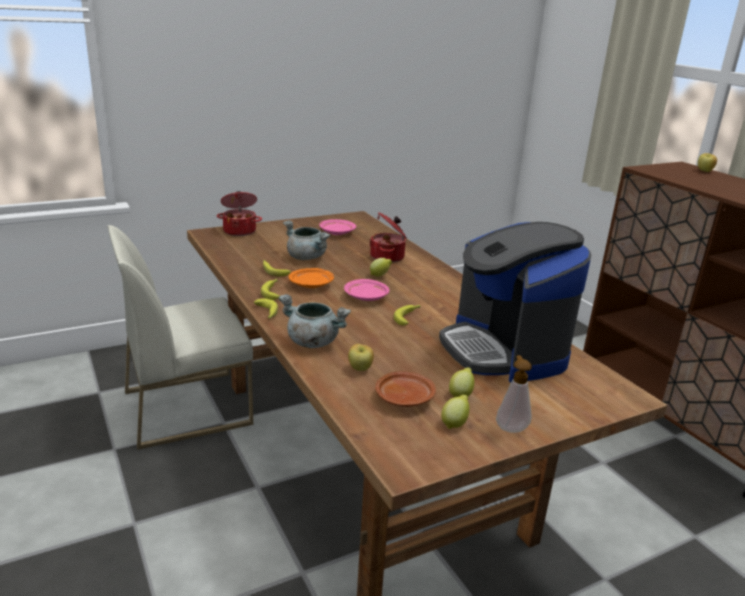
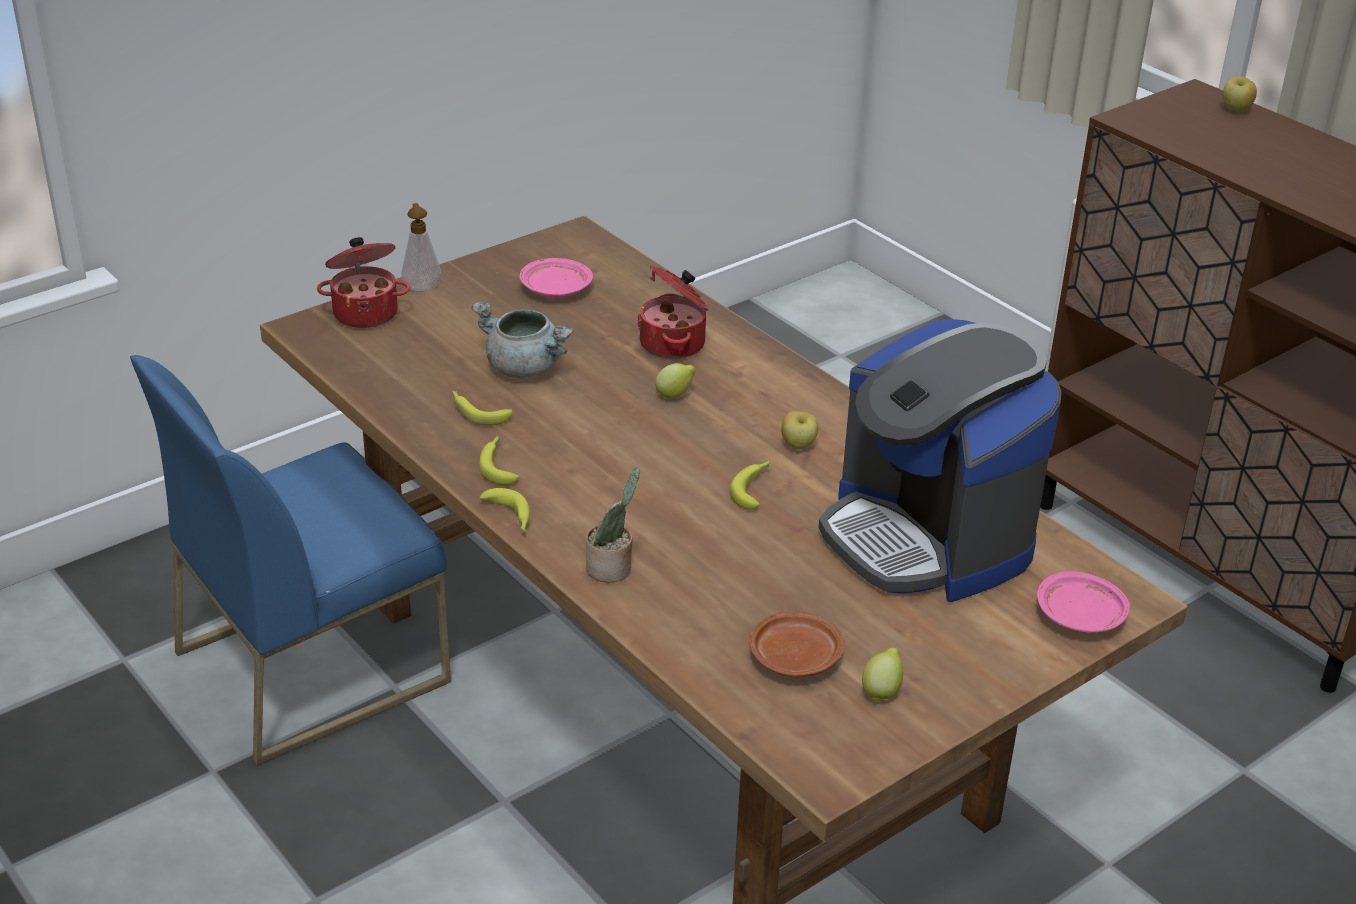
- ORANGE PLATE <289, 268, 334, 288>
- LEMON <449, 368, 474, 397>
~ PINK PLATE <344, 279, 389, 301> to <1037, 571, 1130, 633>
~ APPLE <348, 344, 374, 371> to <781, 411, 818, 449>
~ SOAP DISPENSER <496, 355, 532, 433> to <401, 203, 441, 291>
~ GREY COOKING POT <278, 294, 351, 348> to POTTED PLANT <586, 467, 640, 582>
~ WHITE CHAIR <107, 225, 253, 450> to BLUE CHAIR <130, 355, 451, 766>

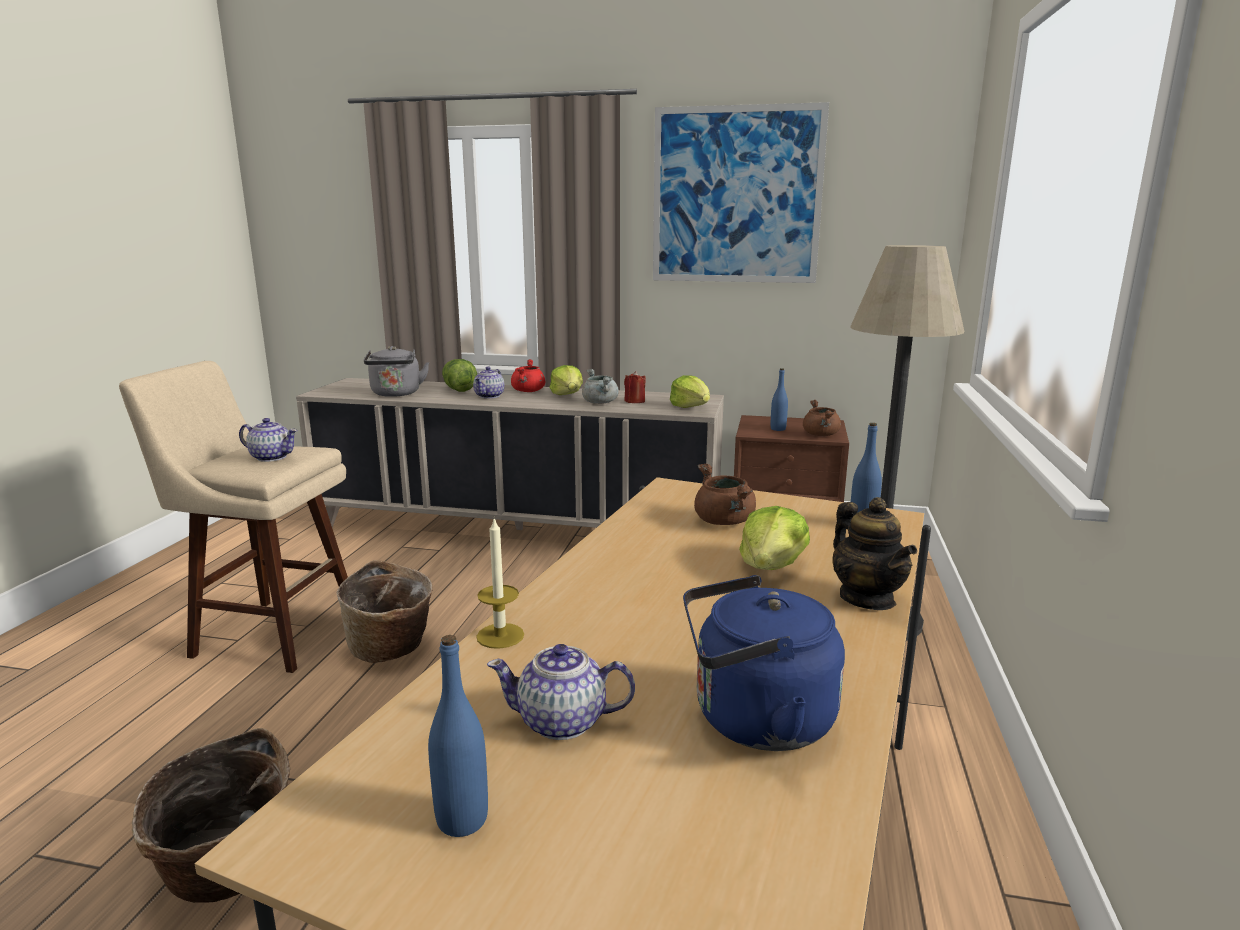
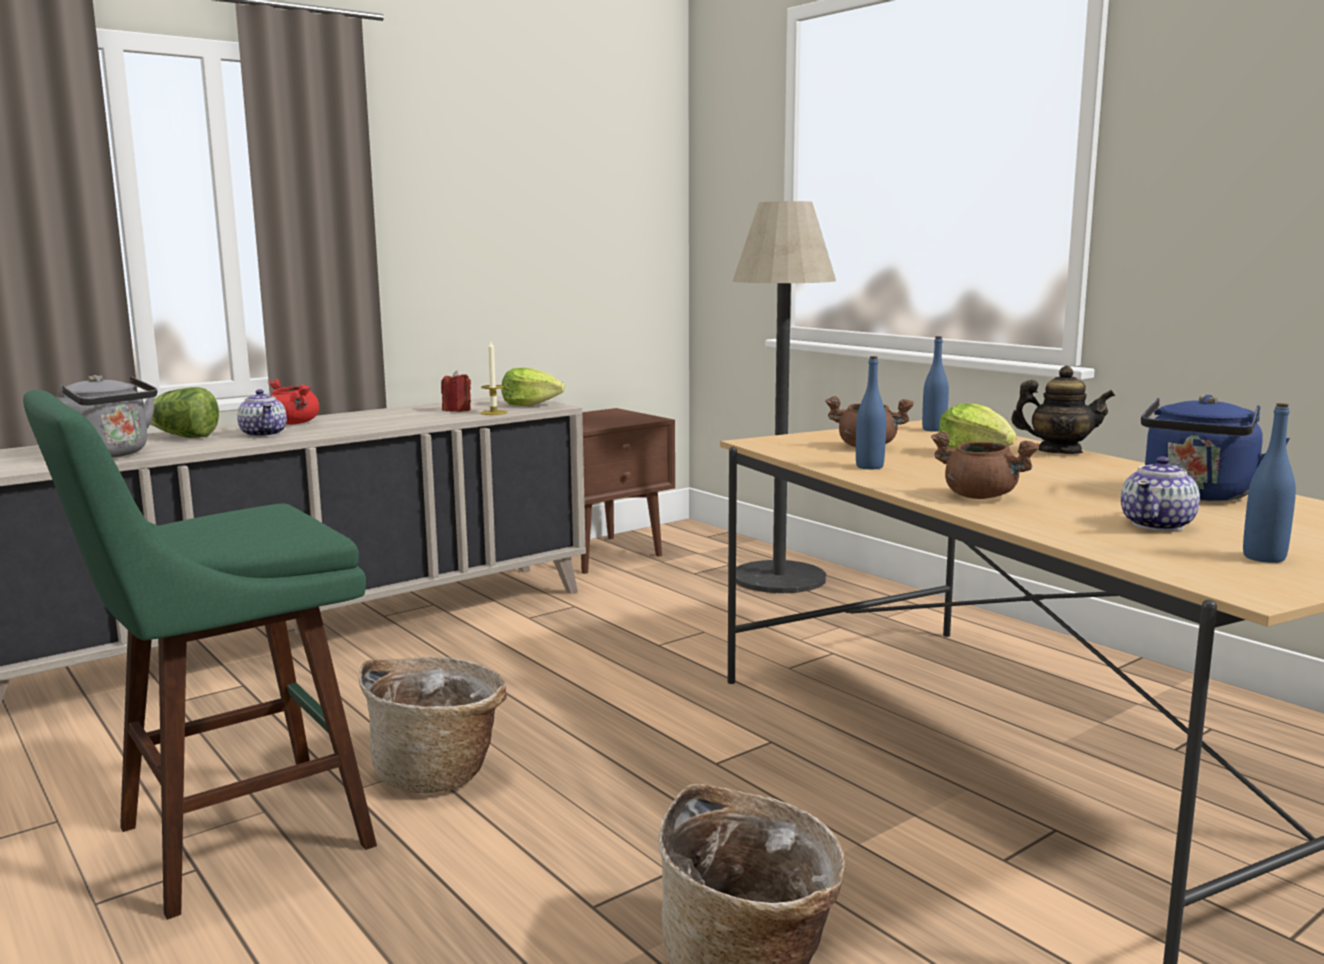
- TEAPOT <239, 418, 298, 462>
- LETTUCE <550, 365, 583, 395>
- GREY COOKING POT <582, 369, 619, 404>
- PICTURE <653, 102, 829, 283>
~ CANDLE <476, 518, 524, 649> to <480, 341, 508, 415>
~ BLUE BOTTLE <771, 368, 788, 431> to <856, 356, 886, 469>
~ BROWN COOKING POT <803, 400, 841, 436> to <931, 431, 1040, 499>
~ BEIGE STOOL <119, 361, 348, 673> to GREEN STOOL <23, 390, 377, 920>

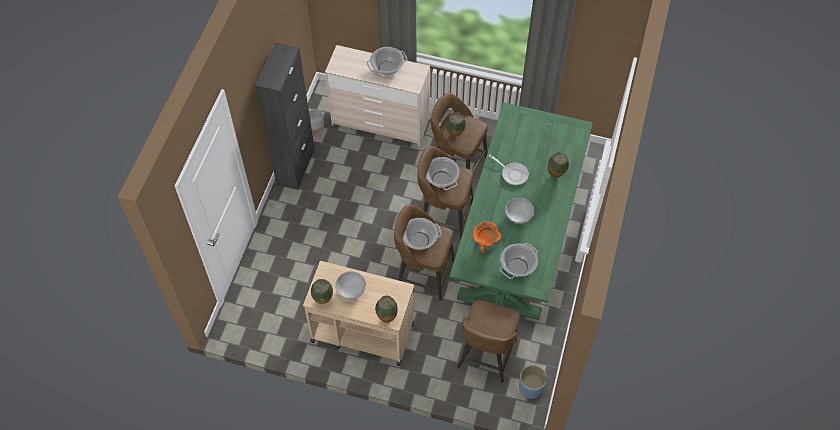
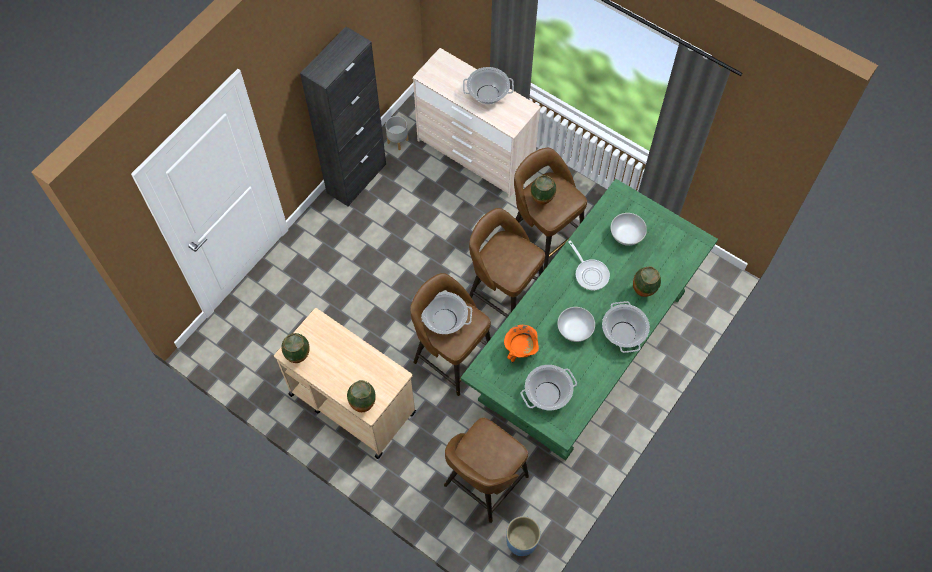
~ WHITE BOWL <335, 271, 366, 300> to <611, 213, 647, 246>
~ COOKING POT <426, 157, 460, 190> to <602, 301, 650, 353>

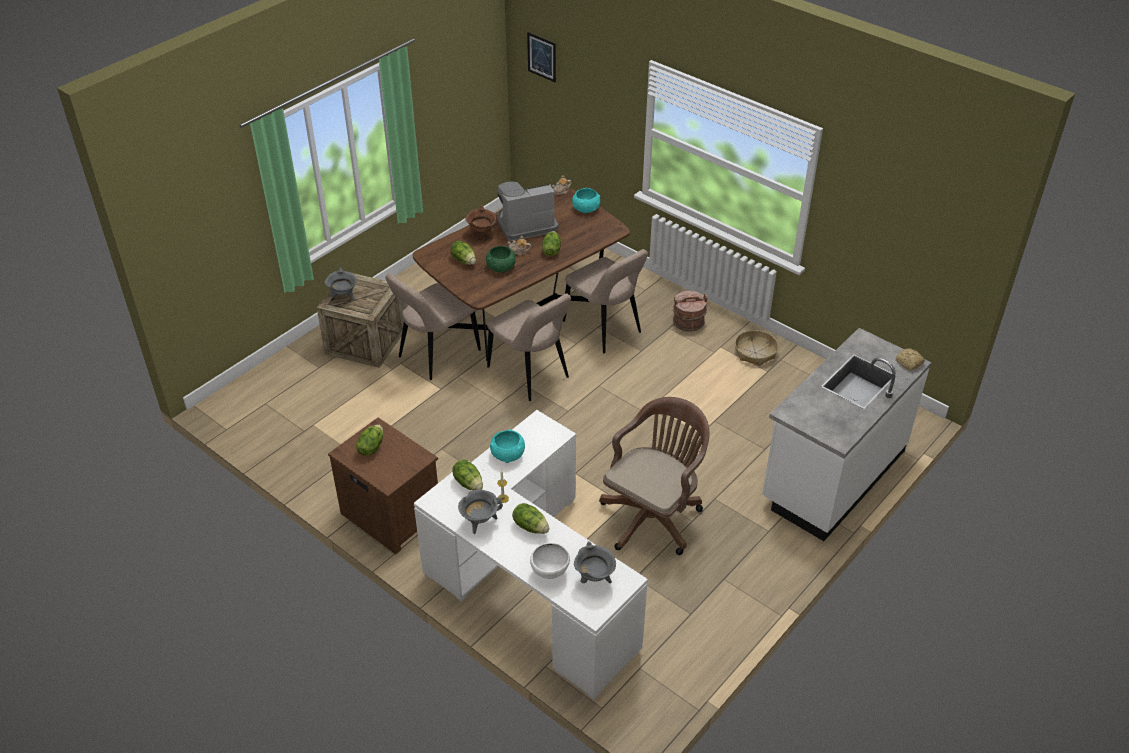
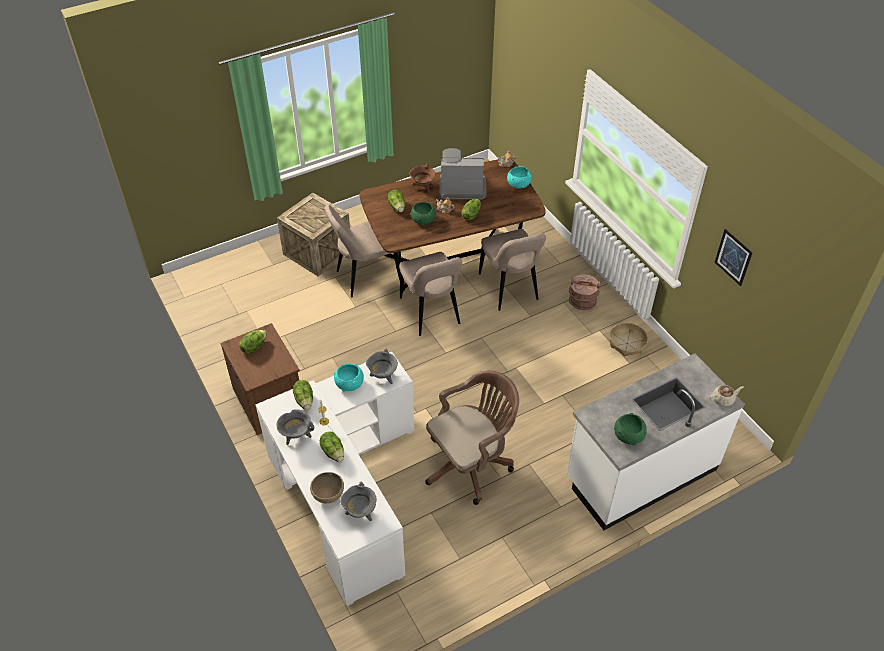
+ GREEN BOWL <614, 413, 647, 445>
~ GREY COOKING POT <325, 267, 357, 300> to <366, 349, 398, 384>
~ PICTURE <527, 32, 556, 82> to <715, 229, 753, 286>
~ BREAD <896, 348, 925, 371> to BEIGE TEAPOT <709, 385, 743, 406>
~ WHITE BOWL <530, 543, 570, 579> to BROWN BOWL <310, 472, 344, 503>

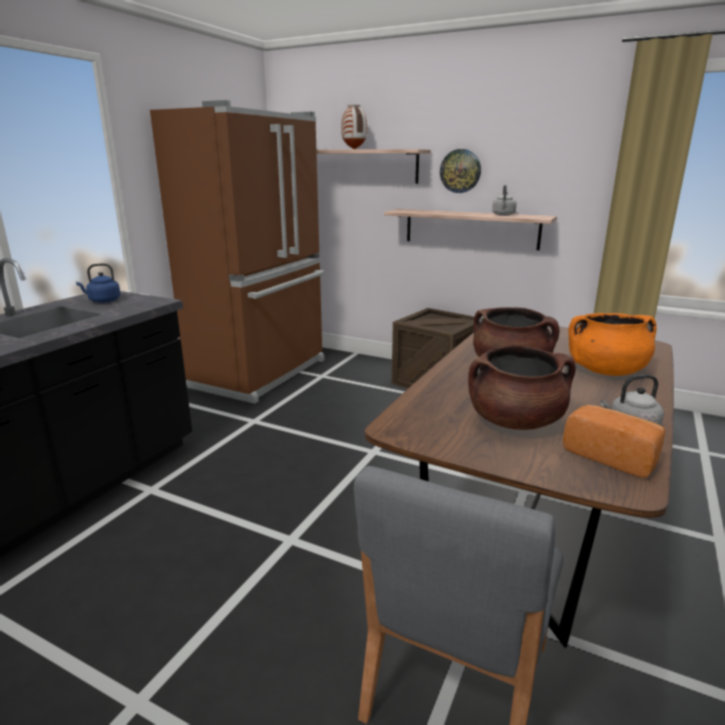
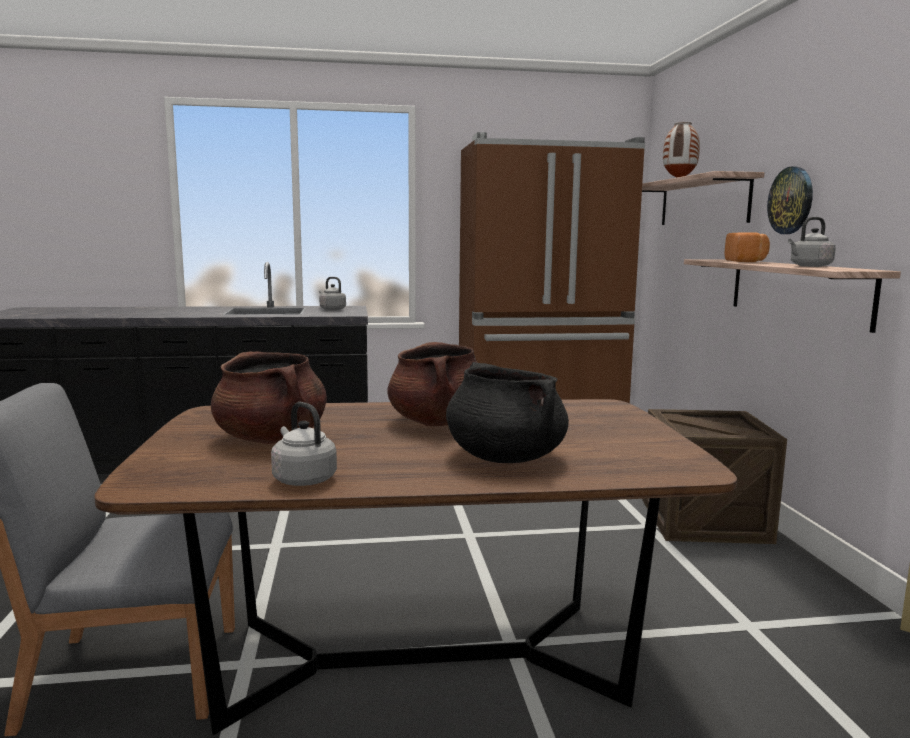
~ BREAD <563, 405, 666, 478> to <725, 232, 770, 262>
~ BLUE KETTLE <76, 263, 121, 303> to GREY KETTLE <319, 277, 346, 310>
~ ORANGE COOKING POT <568, 313, 657, 376> to BLACK COOKING POT <446, 362, 569, 463>

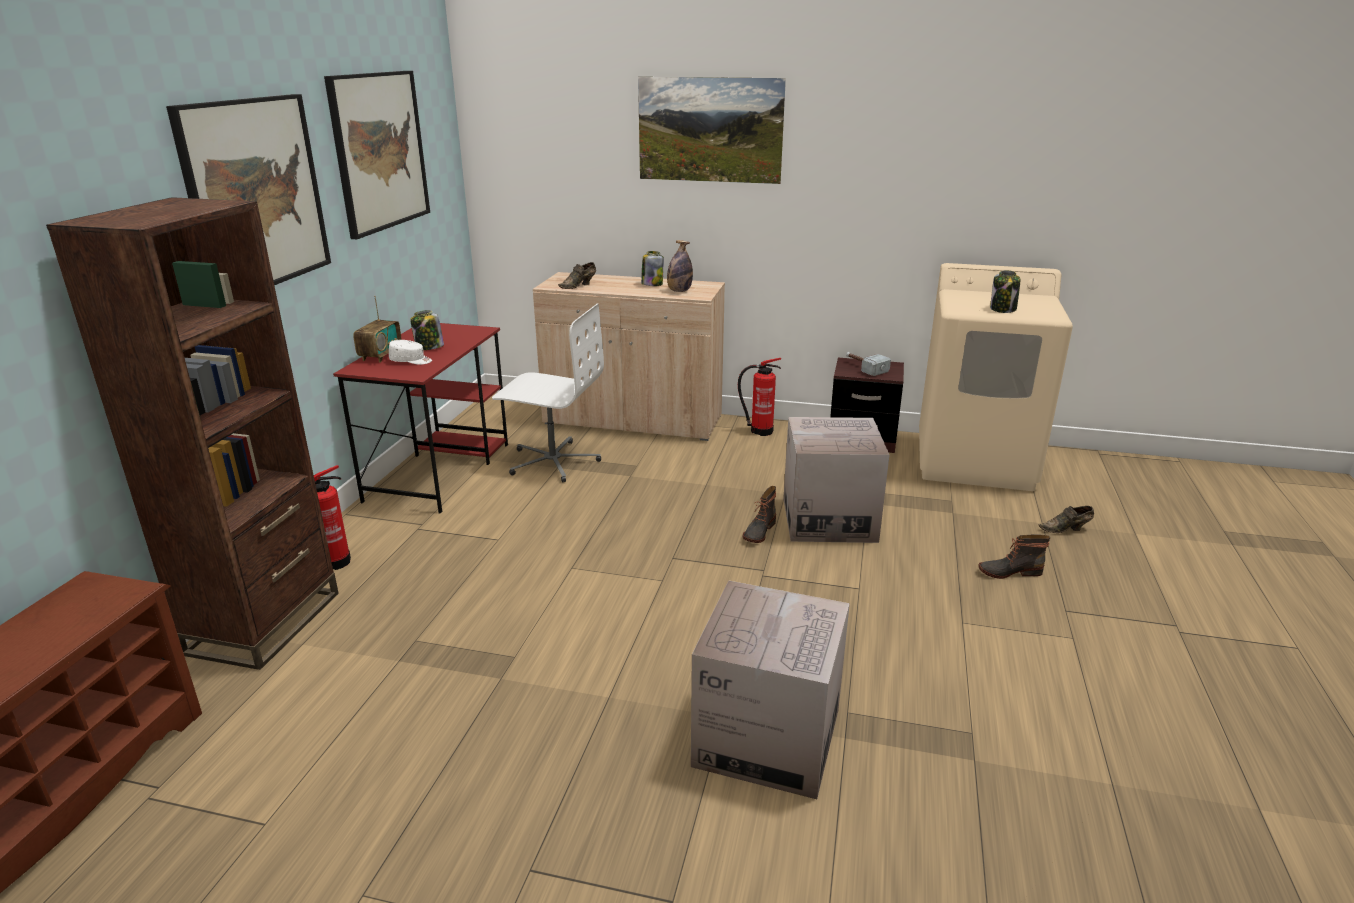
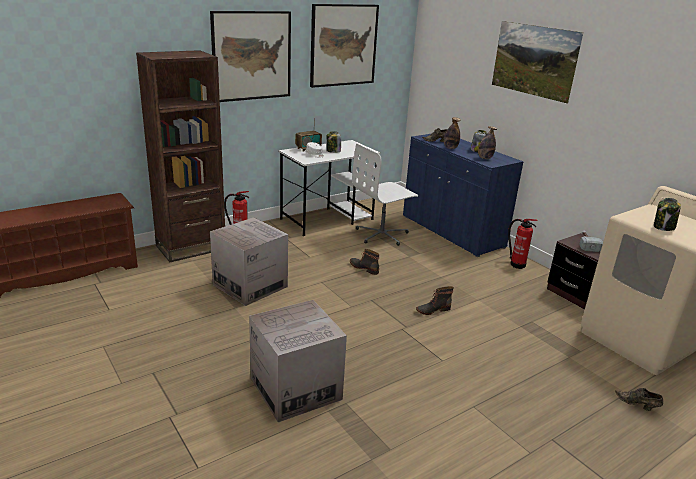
+ BOTTLE <444, 117, 461, 149>
~ CARDBOARD BOX <783, 417, 889, 543> to <210, 217, 288, 306>
~ BOOT <978, 535, 1050, 579> to <350, 249, 379, 275>
~ RED DESK <333, 323, 508, 514> to WHITE DESK <279, 140, 380, 236>
~ BEIGE CABINET <533, 272, 725, 441> to BLUE CABINET <403, 134, 524, 257>
~ WHITE OFFICE CHAIR <492, 304, 604, 482> = <352, 144, 418, 246> 90 degrees clockwise

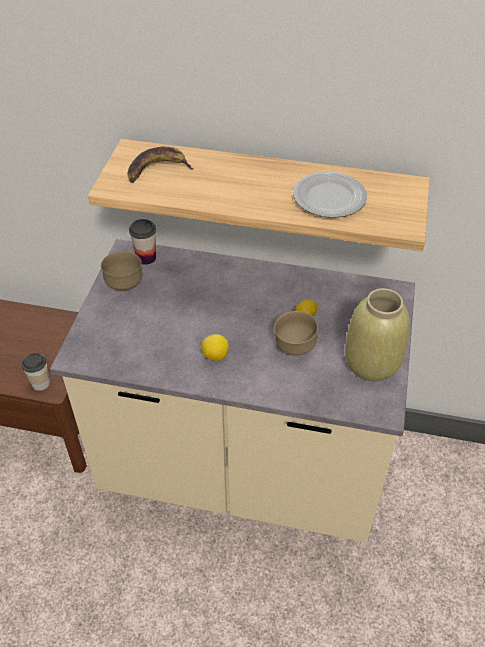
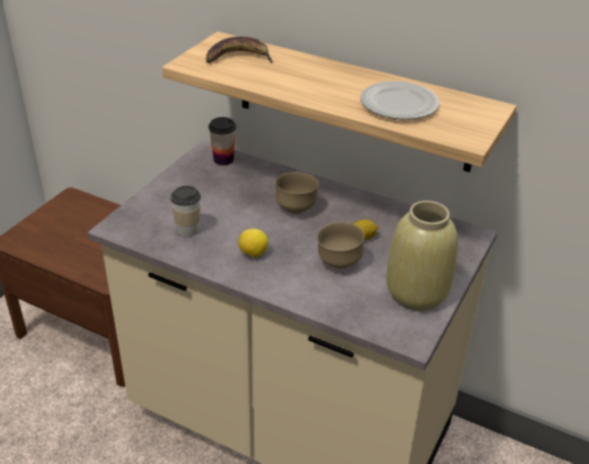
~ CUP <22, 353, 50, 391> to <171, 186, 201, 237>
~ BROWN BOWL <101, 251, 142, 291> to <275, 172, 319, 214>

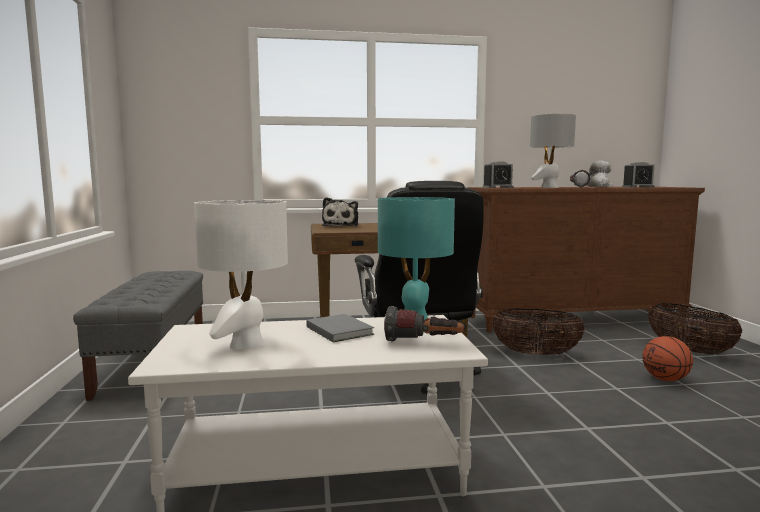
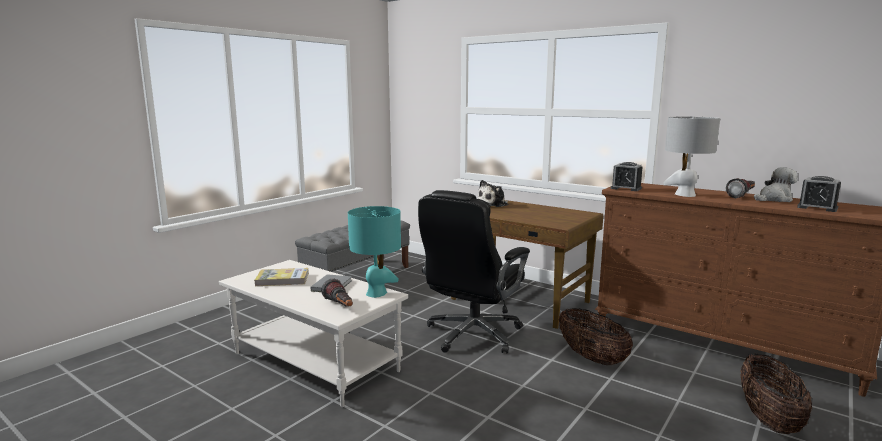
- BASKETBALL <642, 336, 693, 381>
~ WHITE TABLE LAMP <194, 200, 288, 349> to BOOK <255, 268, 309, 286>

